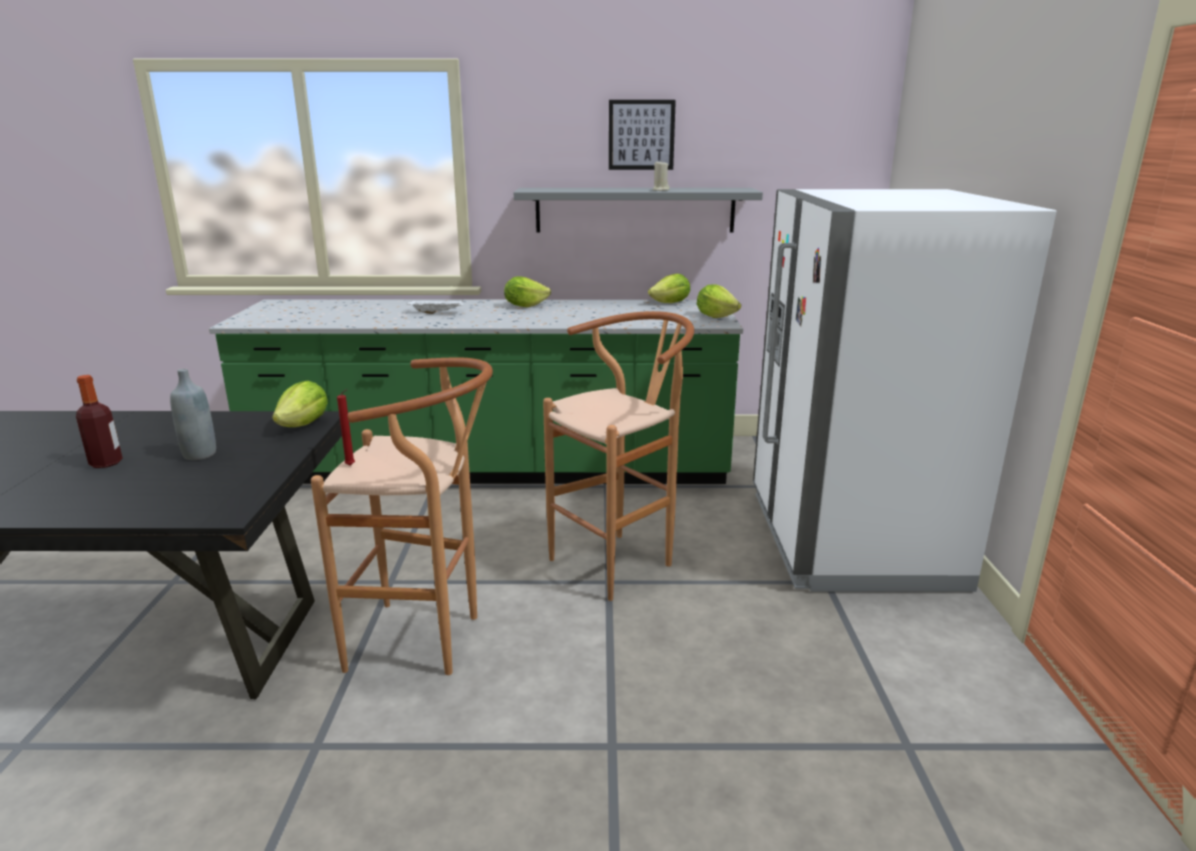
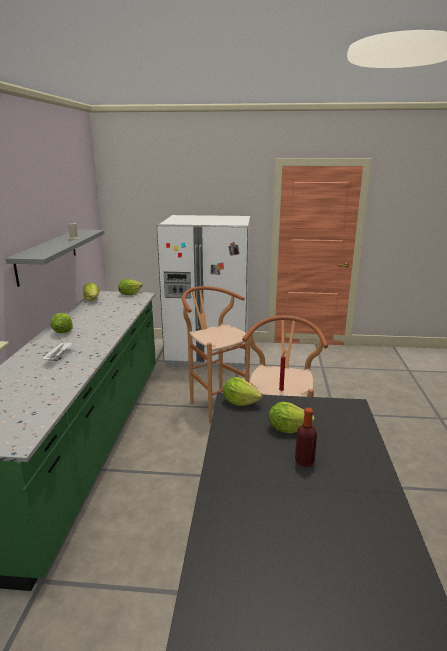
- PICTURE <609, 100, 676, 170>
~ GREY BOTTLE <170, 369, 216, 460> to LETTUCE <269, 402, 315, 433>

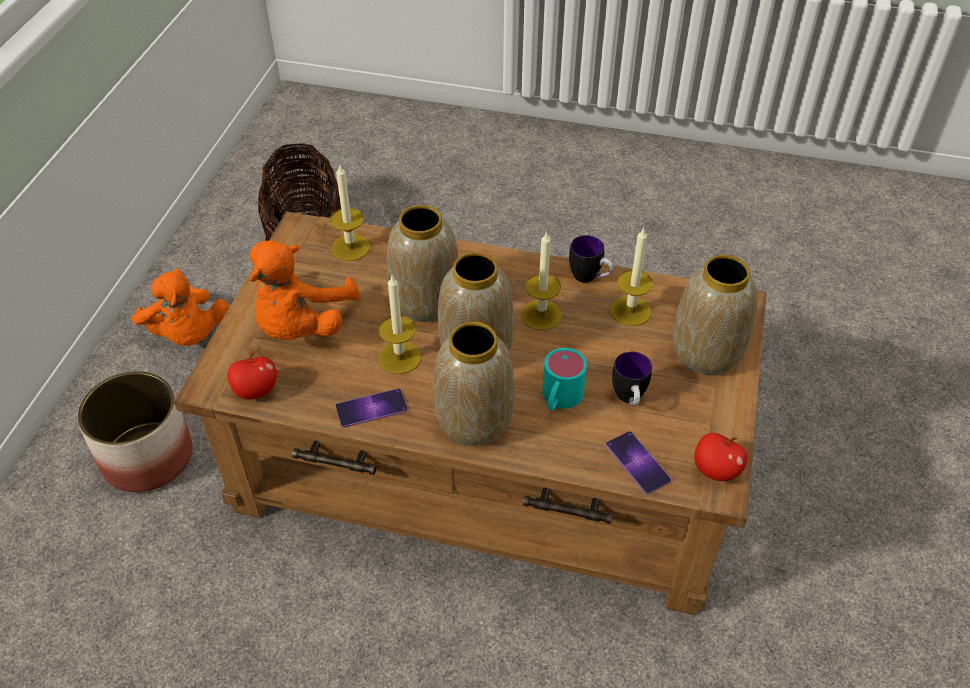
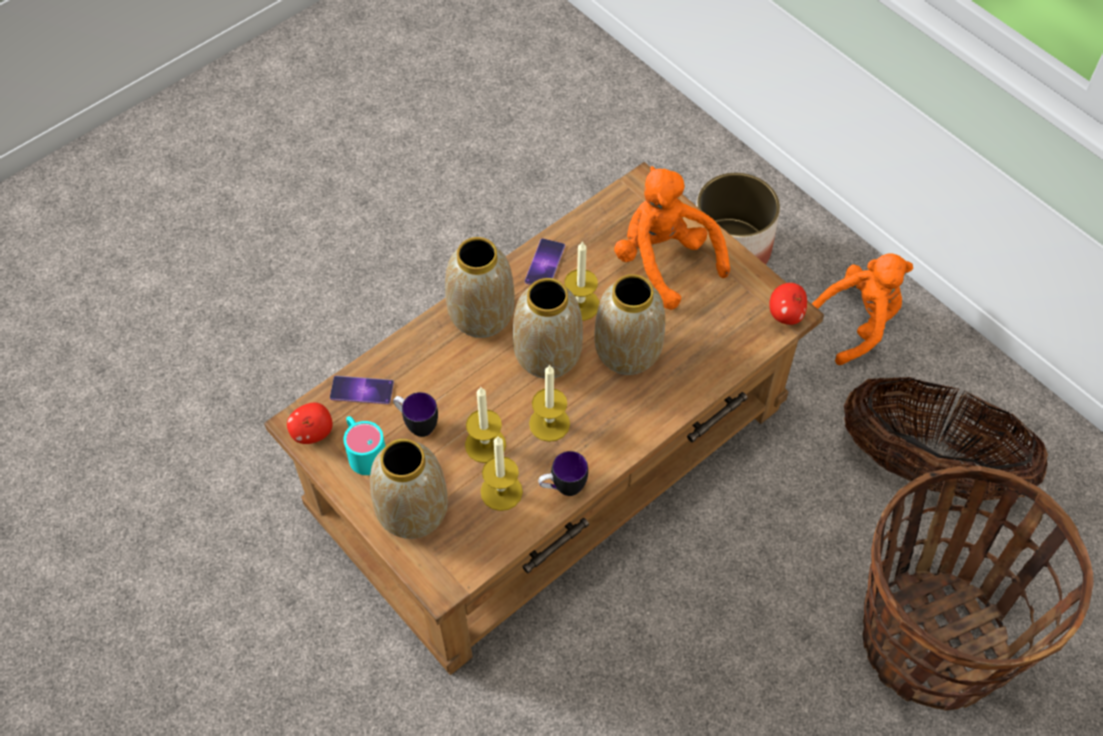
+ BASKET <863, 466, 1094, 711>
~ APPLE <227, 352, 277, 399> to <769, 283, 807, 325>
~ CANDLE <330, 164, 370, 261> to <465, 386, 506, 463>
~ TURQUOISE MUG <542, 348, 587, 411> to <344, 416, 386, 475>
~ ORANGE PLUSH TOY <132, 268, 229, 346> = <812, 253, 913, 365> 150 degrees clockwise

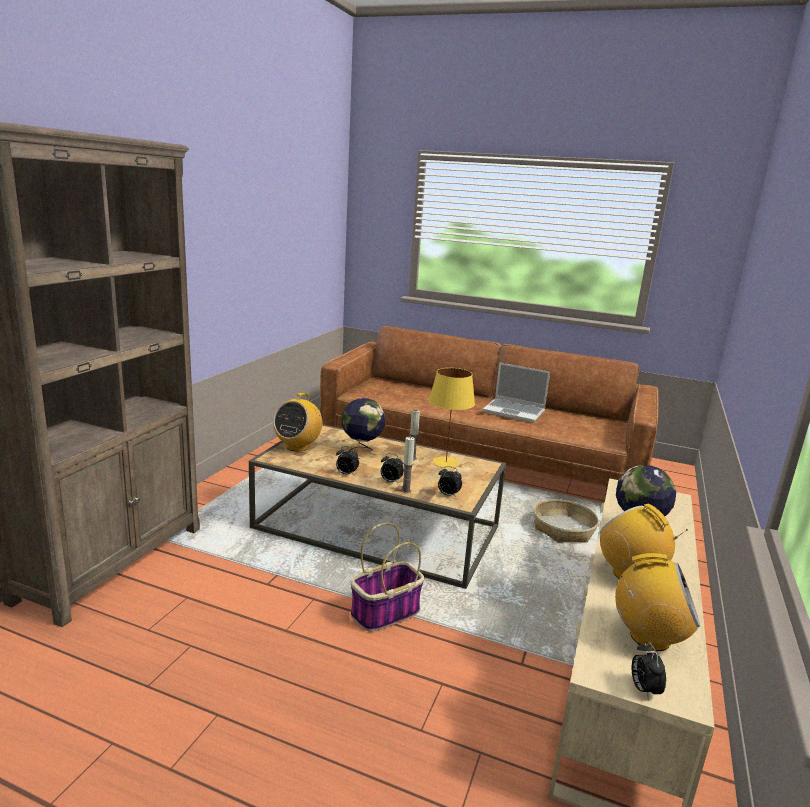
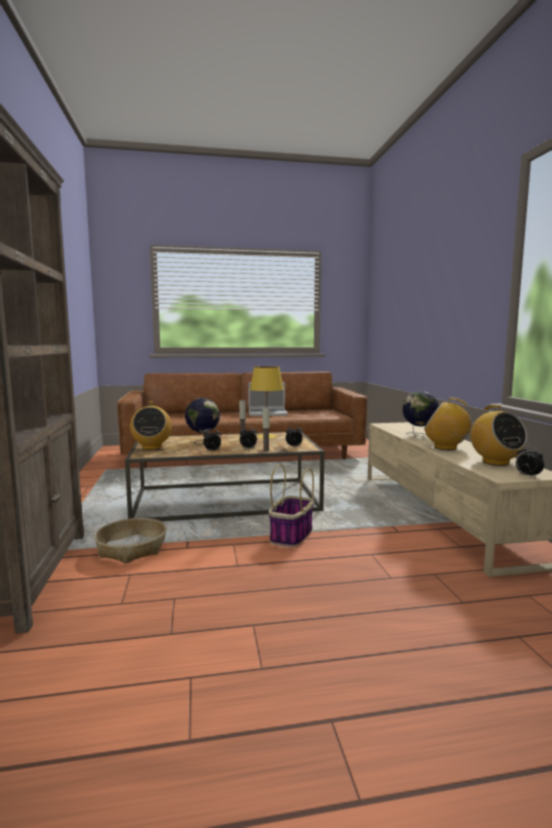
~ BASKET <534, 499, 599, 543> to <95, 518, 166, 564>
~ RADIO <615, 553, 700, 651> = <469, 405, 527, 466> 90 degrees clockwise

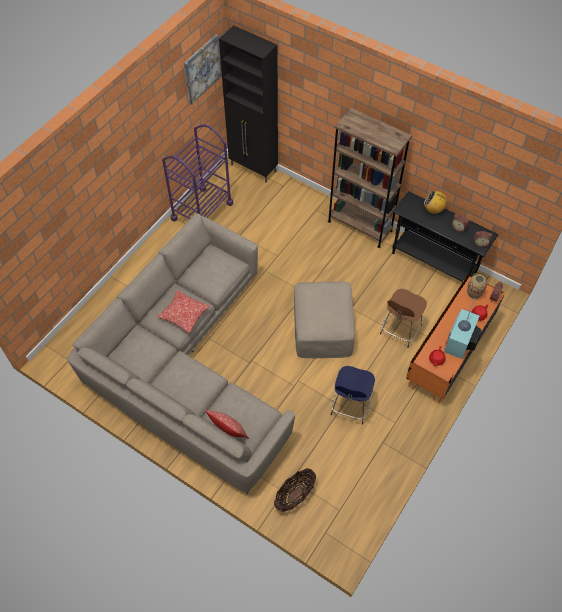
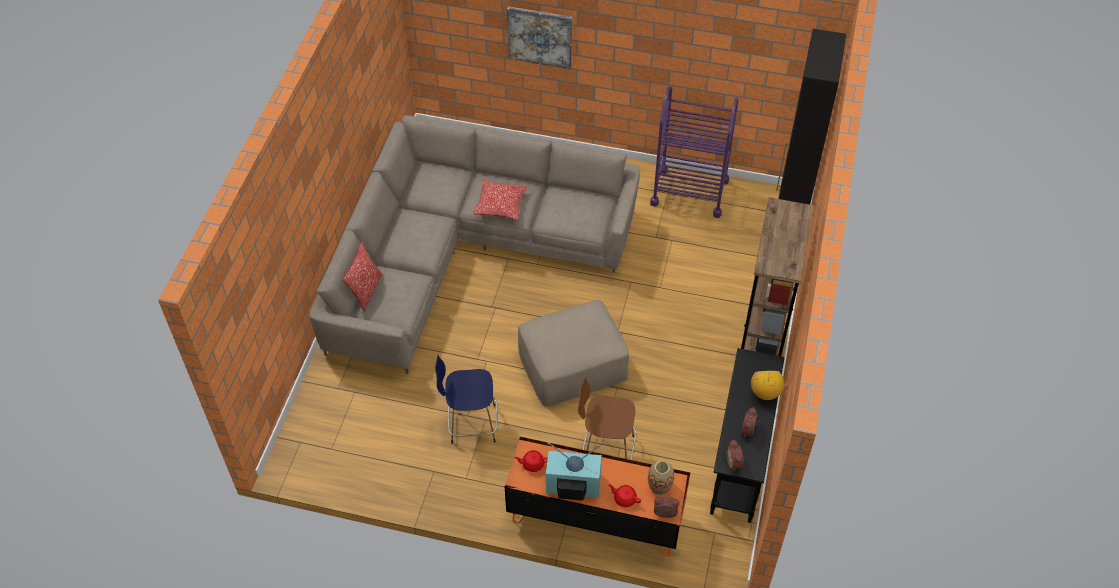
- BASKET <274, 468, 316, 512>
~ PICTURE <184, 34, 222, 105> to <507, 6, 572, 69>

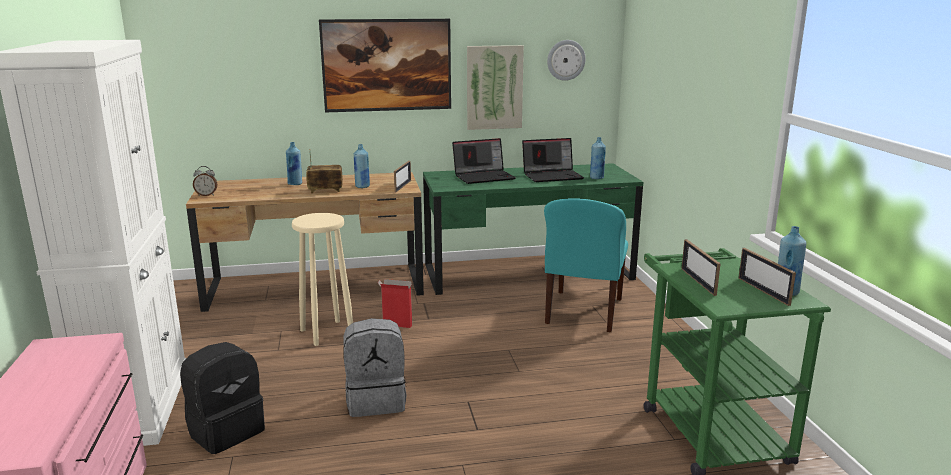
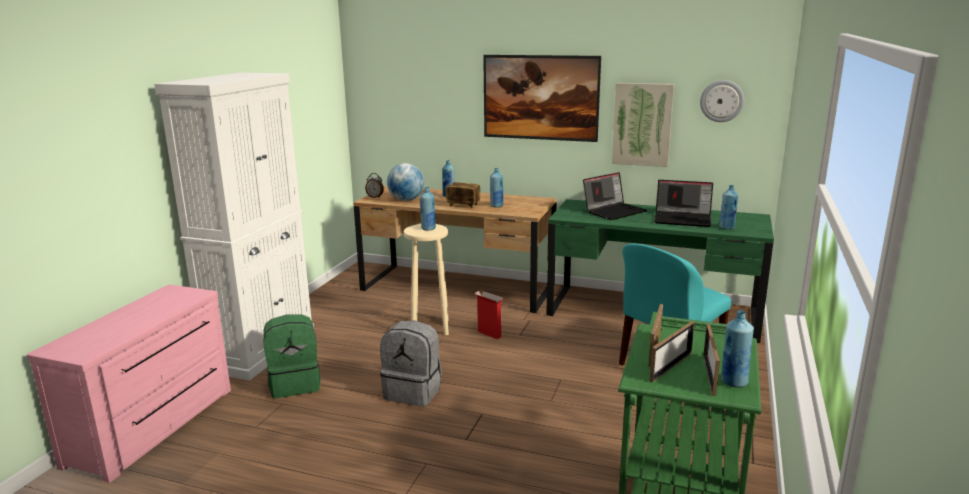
+ GLOBE <387, 163, 424, 201>
+ BLUE BOTTLE <420, 187, 436, 231>
~ PICTURE FRAME <394, 161, 411, 192> to <650, 321, 694, 383>
~ BLACK BACKPACK <180, 342, 265, 454> to GREEN BACKPACK <263, 314, 320, 398>
~ LAPTOP <452, 138, 516, 184> = <583, 172, 647, 220> 45 degrees counterclockwise

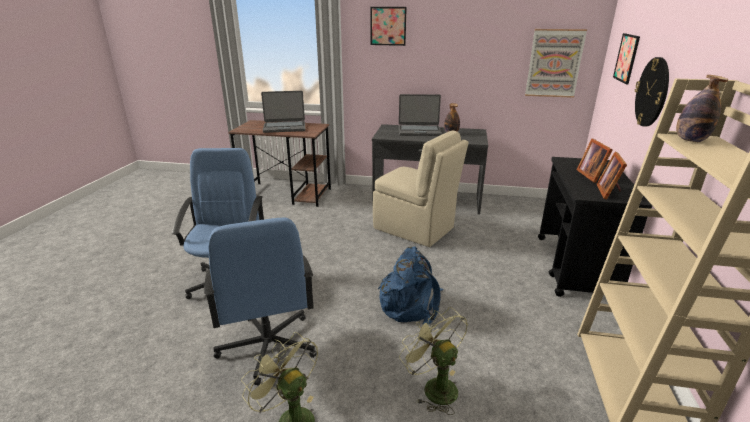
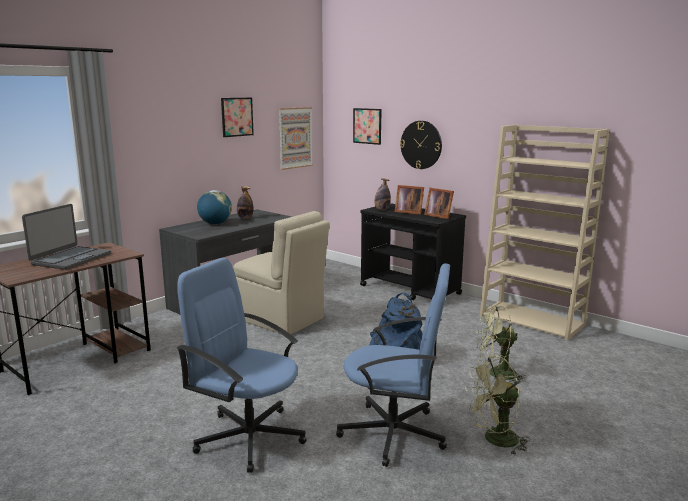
~ PICTURE <370, 7, 407, 46> to <221, 98, 254, 137>
~ BOTTLE <676, 75, 728, 142> to <375, 178, 391, 210>
~ LAPTOP <399, 94, 442, 136> to GLOBE <197, 190, 232, 224>
~ BEIGE CHAIR <373, 131, 469, 247> = <233, 211, 330, 334> 60 degrees clockwise

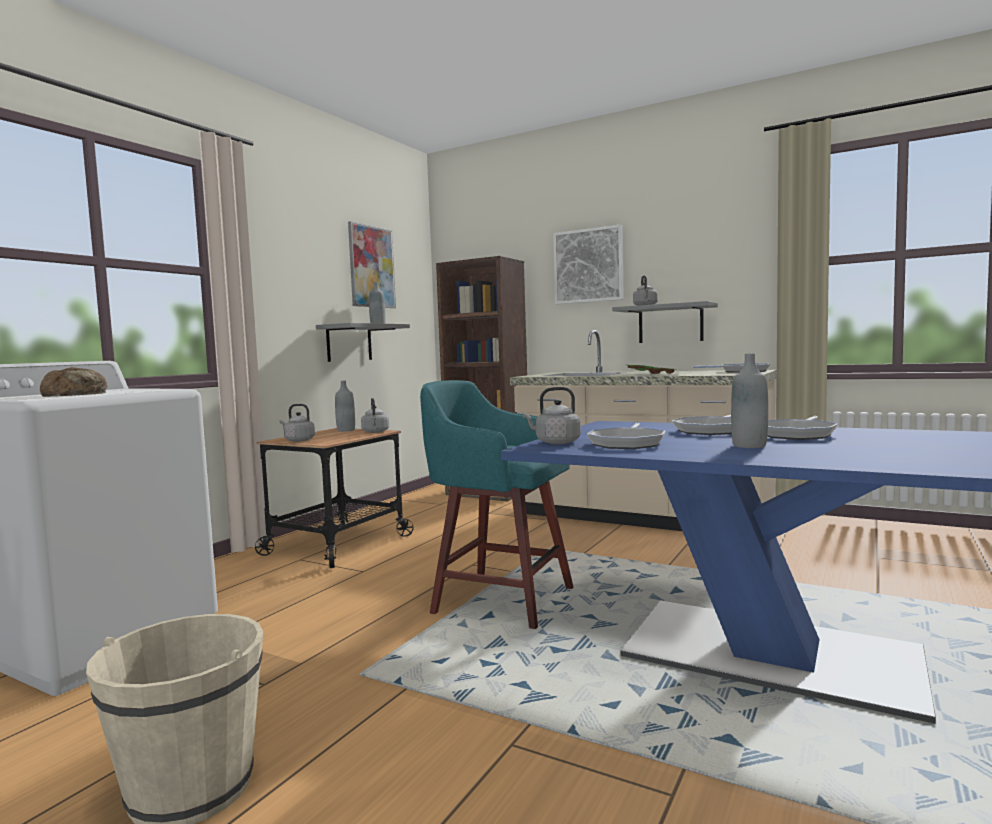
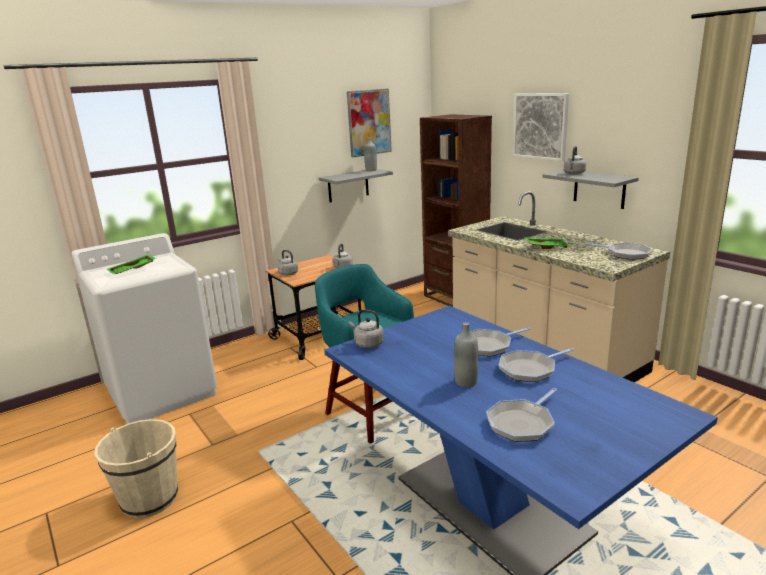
- GREY BOTTLE <335, 381, 355, 432>
~ FRYING PAN <587, 423, 665, 449> to <486, 388, 557, 442>
~ BREAD <40, 367, 108, 397> to GREEN TRAY <107, 254, 156, 274>

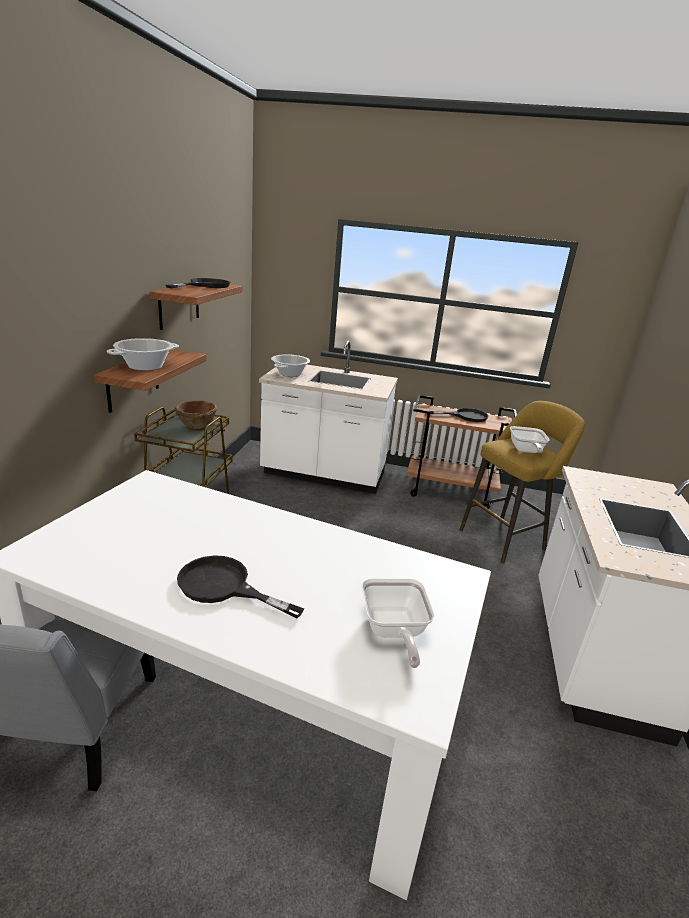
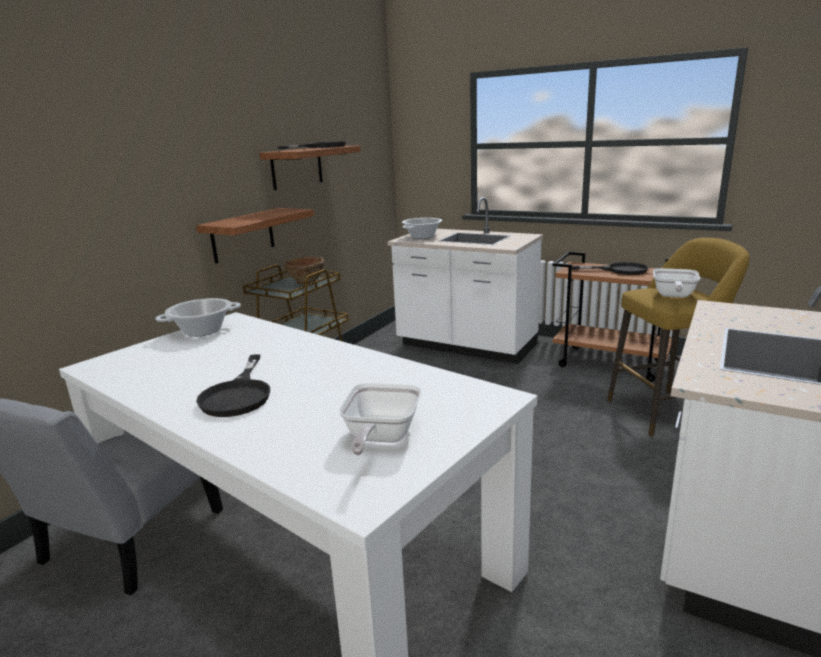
~ COOKING POT <107, 338, 179, 371> to <155, 298, 241, 337>
~ BLACK FRYING PAN <177, 555, 304, 618> = <196, 354, 270, 417> 135 degrees counterclockwise

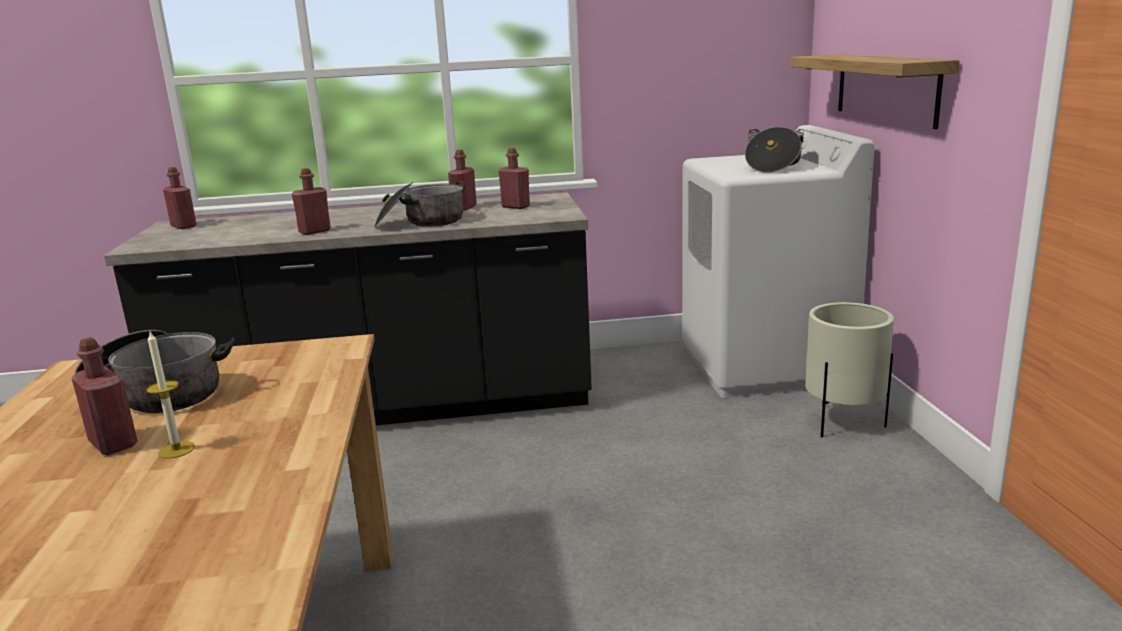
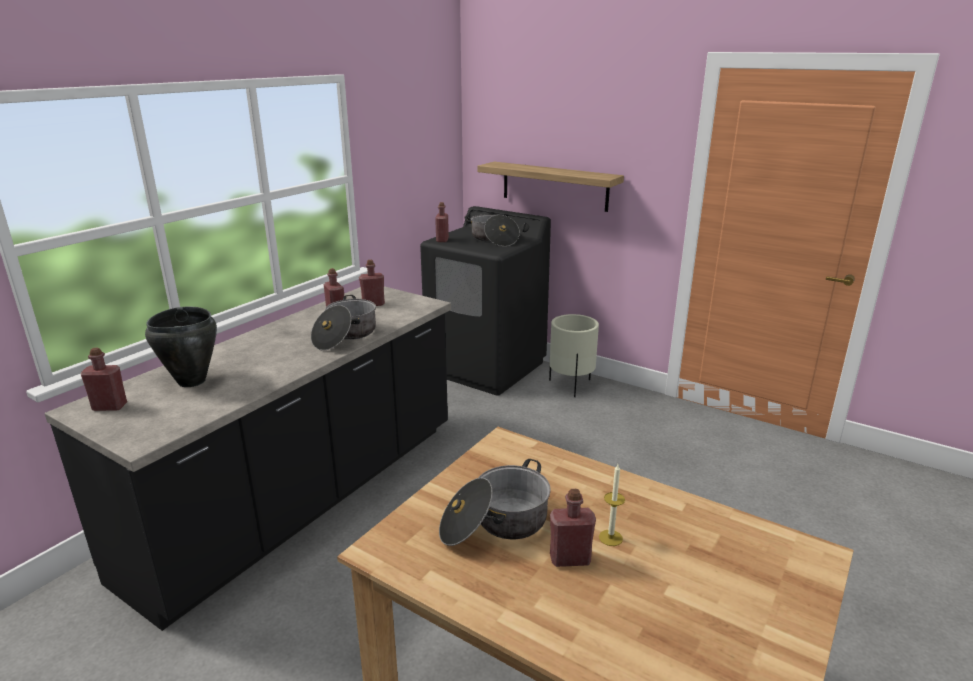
+ BLACK COOKING POT <145, 306, 217, 387>
~ RED BOTTLE <292, 168, 331, 235> to <435, 202, 449, 242>
~ WHITE WASHING MACHINE <682, 125, 875, 398> to BLACK WASHING MACHINE <420, 206, 551, 396>

